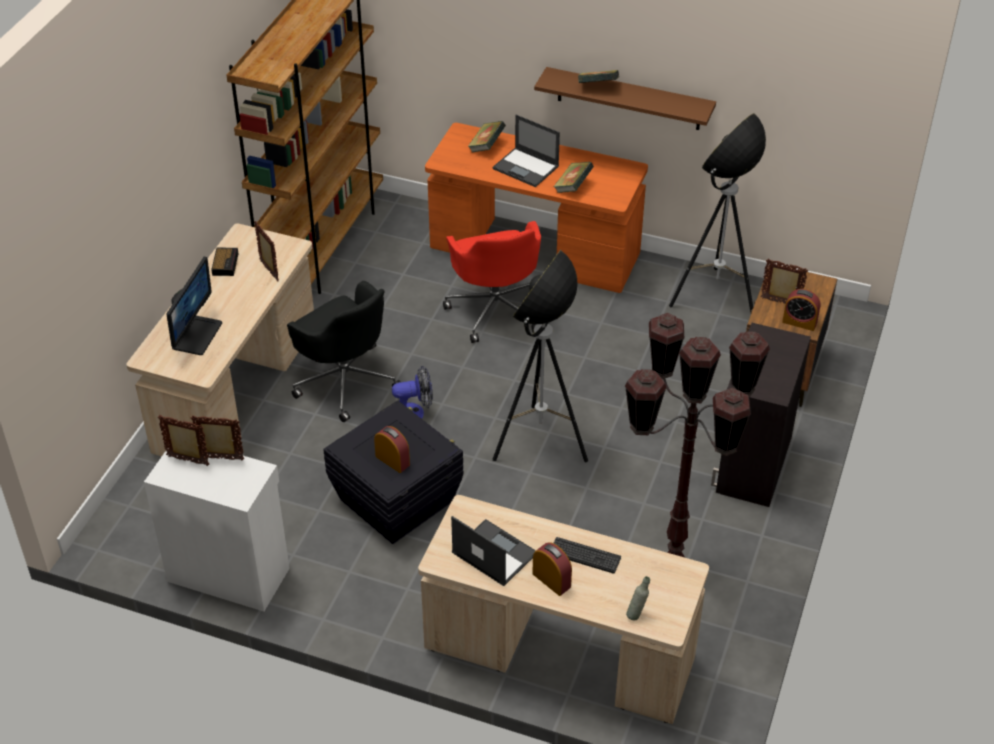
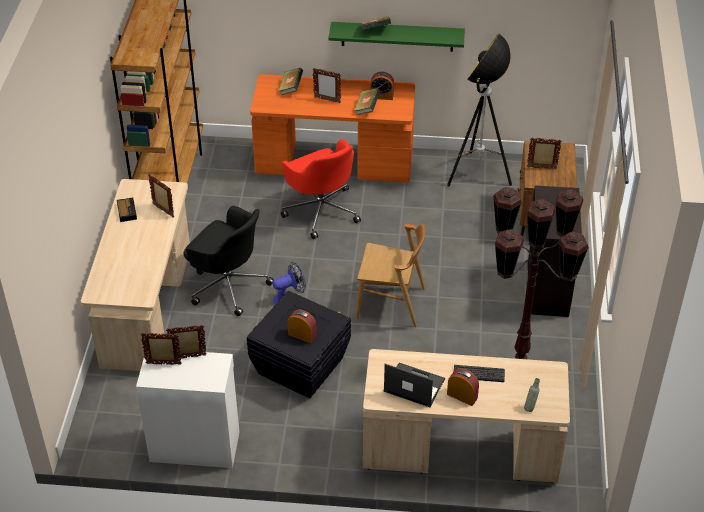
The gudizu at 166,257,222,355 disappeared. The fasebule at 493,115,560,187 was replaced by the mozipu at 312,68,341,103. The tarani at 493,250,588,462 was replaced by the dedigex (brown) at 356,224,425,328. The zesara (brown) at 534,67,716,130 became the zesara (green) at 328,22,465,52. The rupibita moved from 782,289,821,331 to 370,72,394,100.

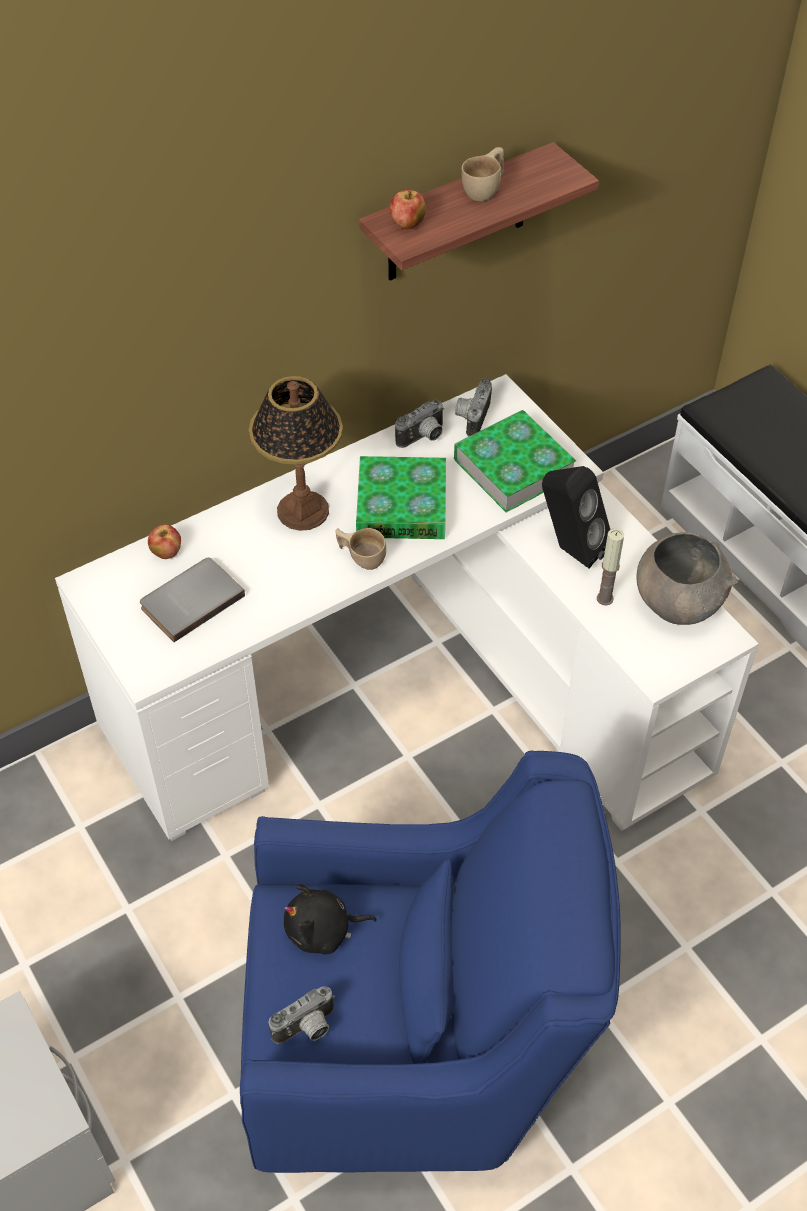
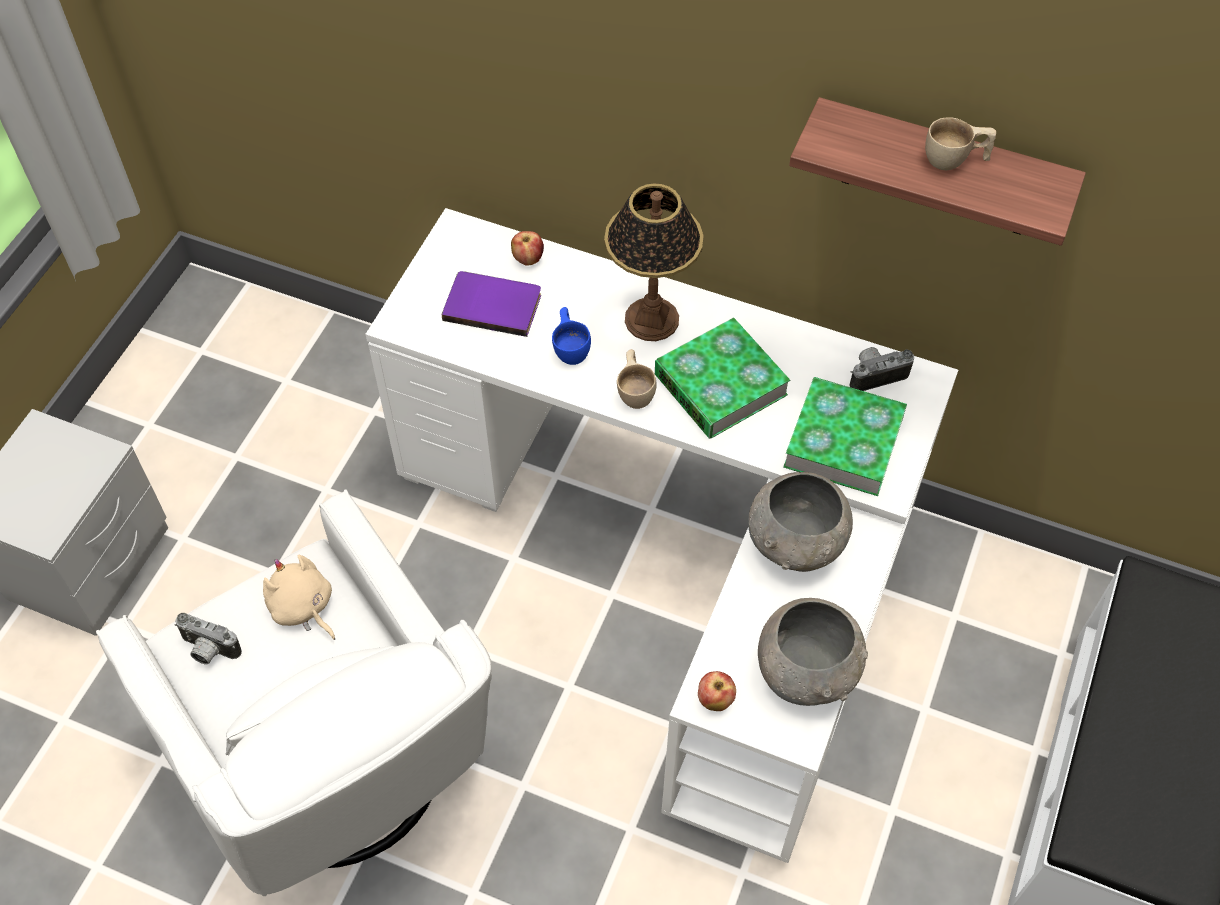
The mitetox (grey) at 140,557,245,642 became the mitetox (purple) at 442,271,541,337. The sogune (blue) at 240,750,621,1173 became the sogune (white) at 96,489,492,896. The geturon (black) at 284,885,377,955 became the geturon (beige) at 263,555,335,640. The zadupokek moved from 390,190,426,229 to 698,671,736,711. The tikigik at 395,400,445,448 disappeared. The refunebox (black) at 542,466,610,569 was replaced by the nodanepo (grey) at 748,472,853,572. The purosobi at 597,529,624,606 disappeared. The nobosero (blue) at 552,307,591,365 appeared.

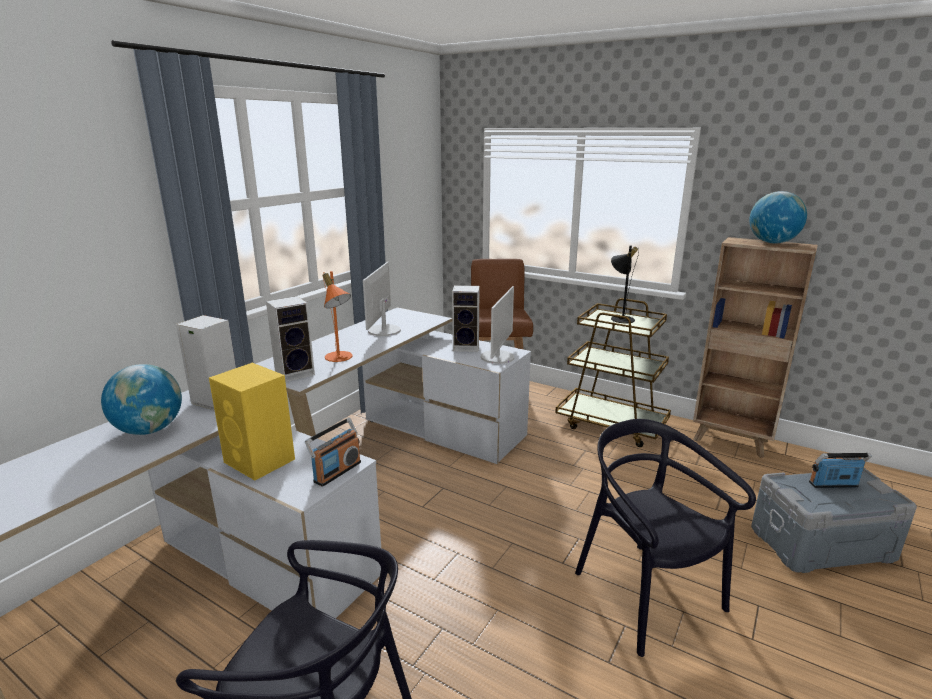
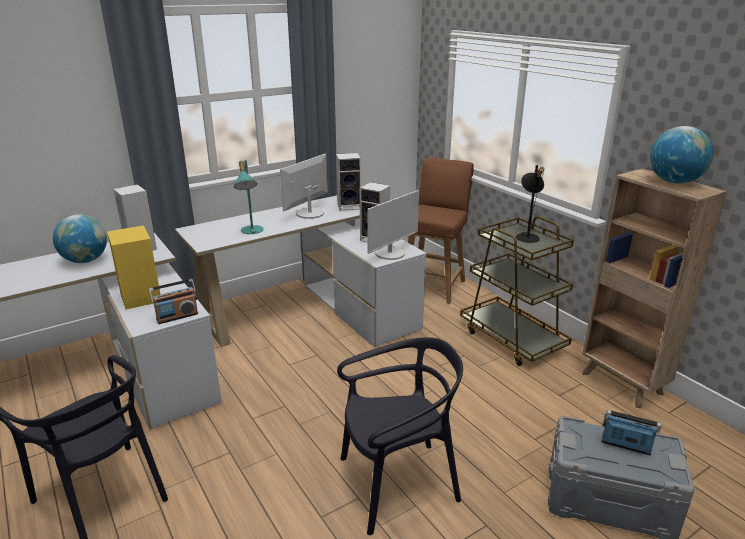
The refunebox moved from 266,296,315,382 to 336,153,361,211. The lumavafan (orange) at 322,271,353,362 became the lumavafan (turquoise) at 234,160,264,234. The dedigex (black) at 575,419,756,657 turned 75 degrees clockwise.

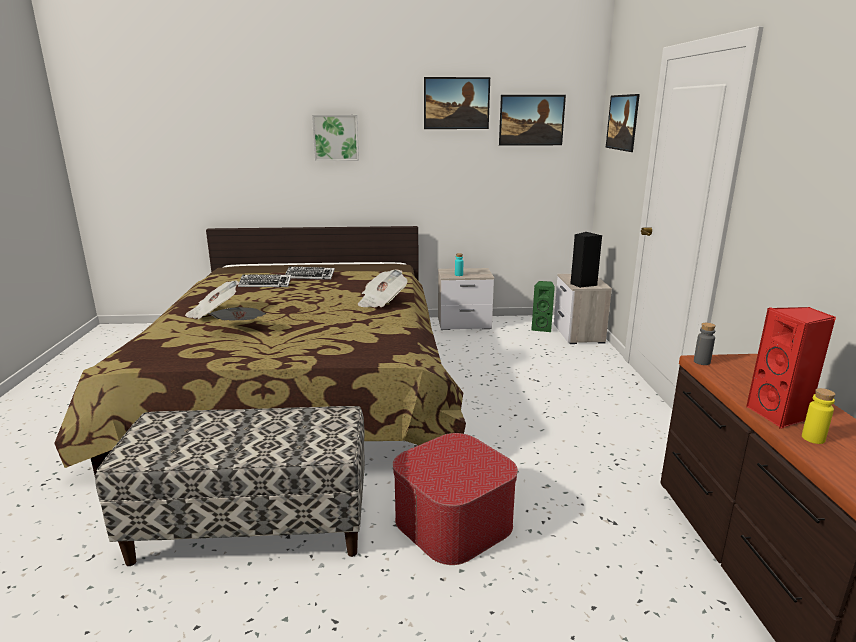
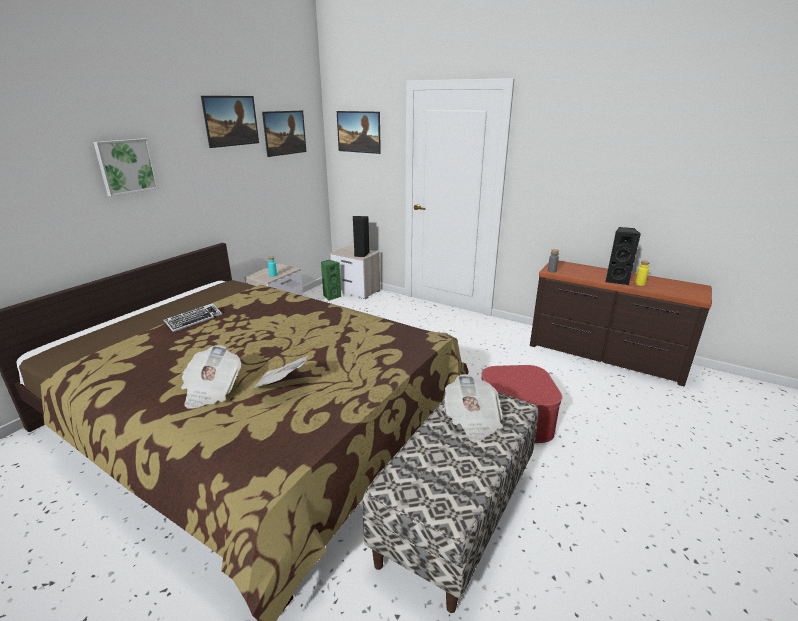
The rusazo at 238,274,291,287 disappeared. The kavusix moved from 358,269,407,307 to 444,374,503,443. The refunebox (red) at 746,307,836,429 became the refunebox (black) at 605,227,641,285.

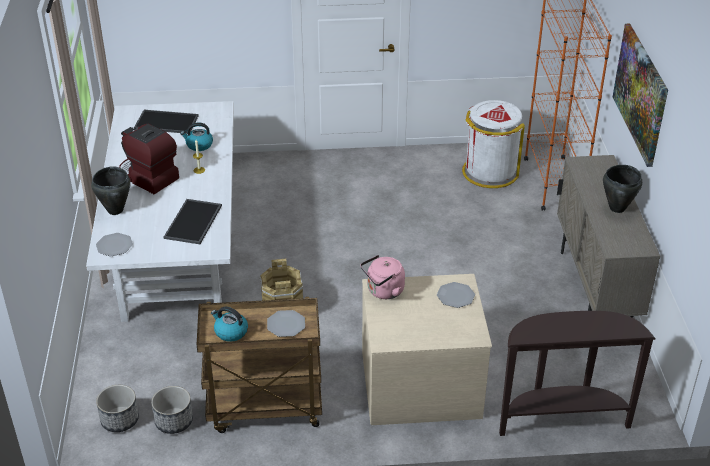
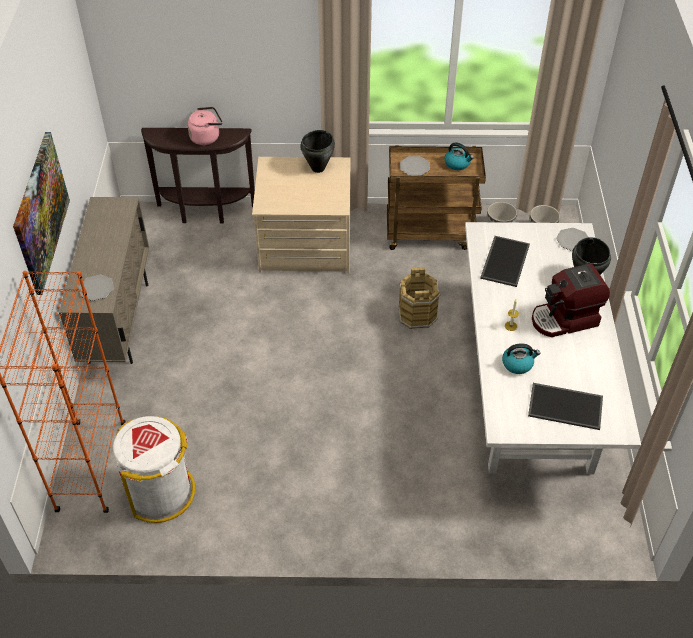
The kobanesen at 119,124,179,194 turned 120 degrees clockwise. The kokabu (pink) moved from 360,255,405,299 to 187,107,223,145. The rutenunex moved from 437,282,475,308 to 79,275,114,301. The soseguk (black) moved from 603,165,642,213 to 300,130,335,173.

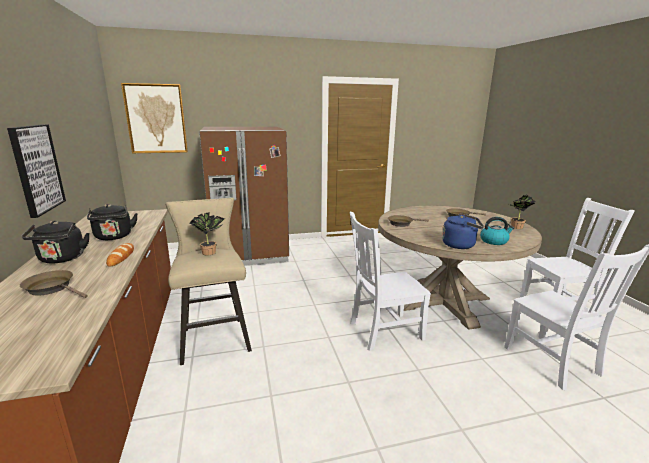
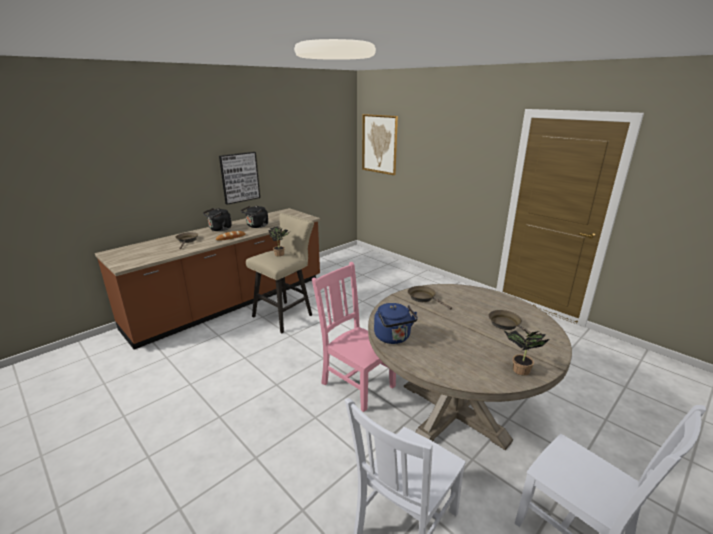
The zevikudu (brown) at 199,127,289,266 disappeared. The dedigex (white) at 350,212,431,351 became the dedigex (pink) at 312,262,396,412. The kokabu at 480,217,514,245 disappeared.

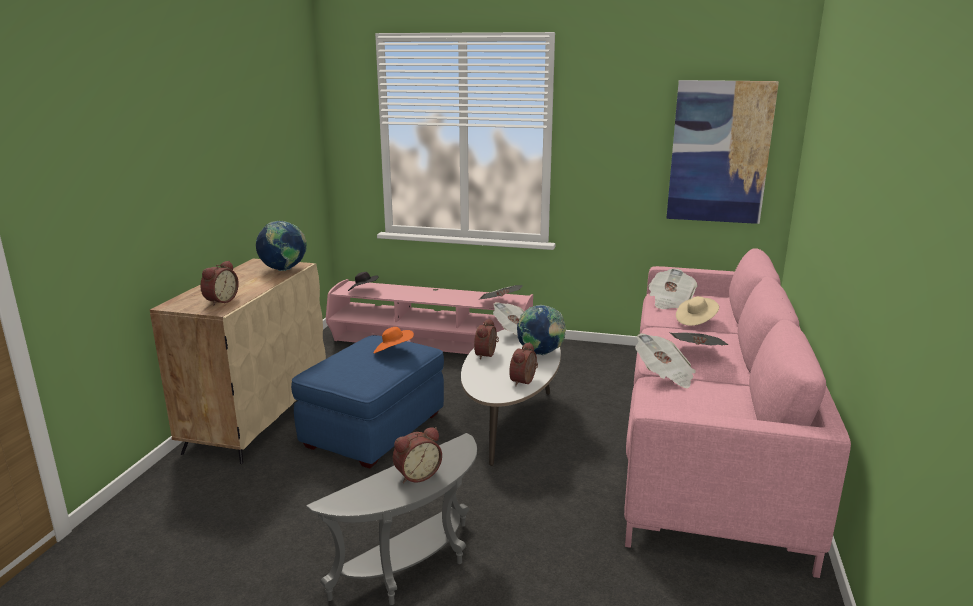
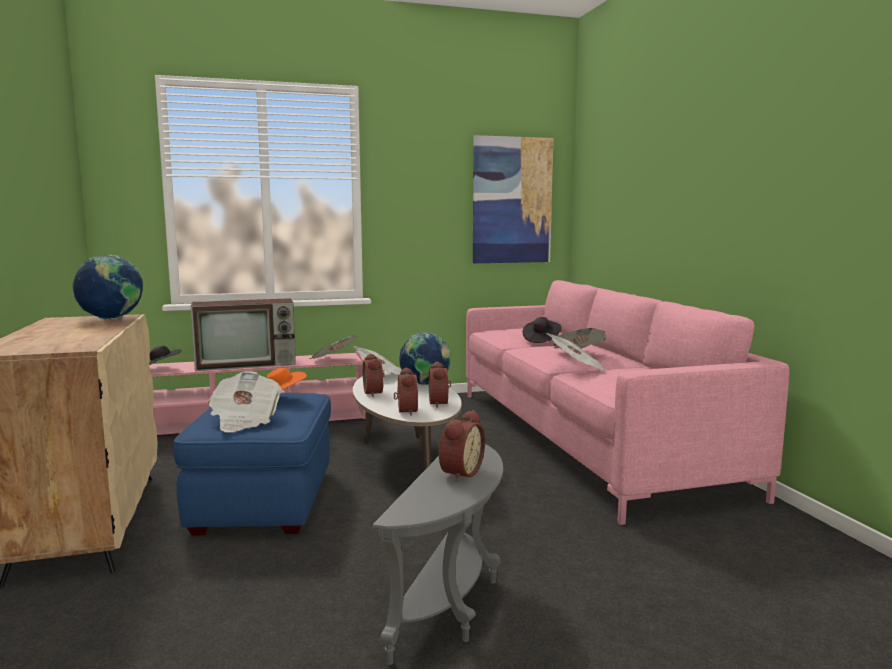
The rupibita moved from 200,261,239,306 to 394,367,418,416. The kavusix moved from 648,268,698,309 to 208,371,282,432. The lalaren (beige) at 676,296,719,326 became the lalaren (black) at 523,317,562,343. The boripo at 191,298,296,371 appeared.

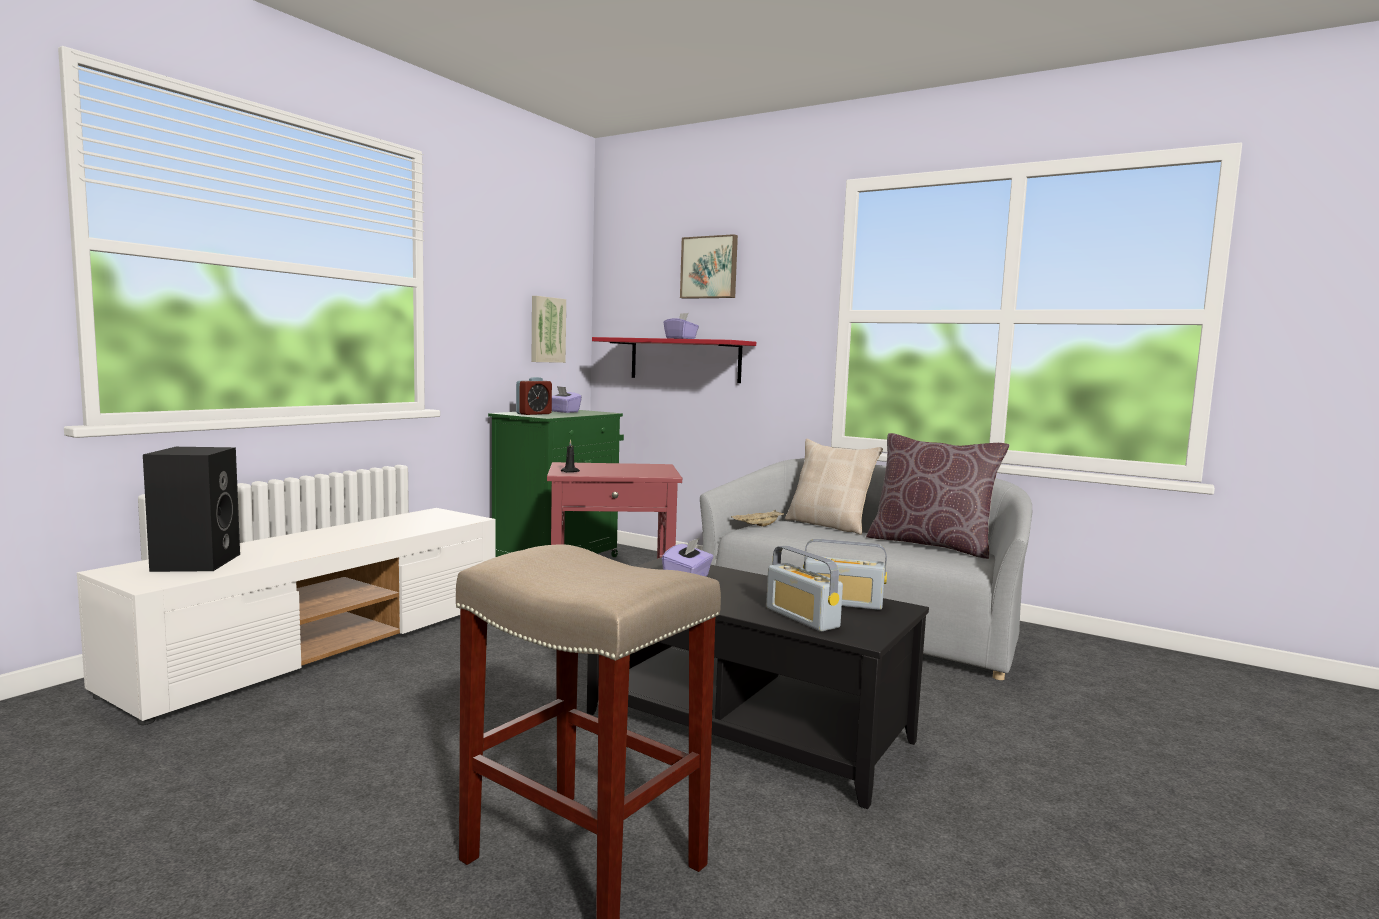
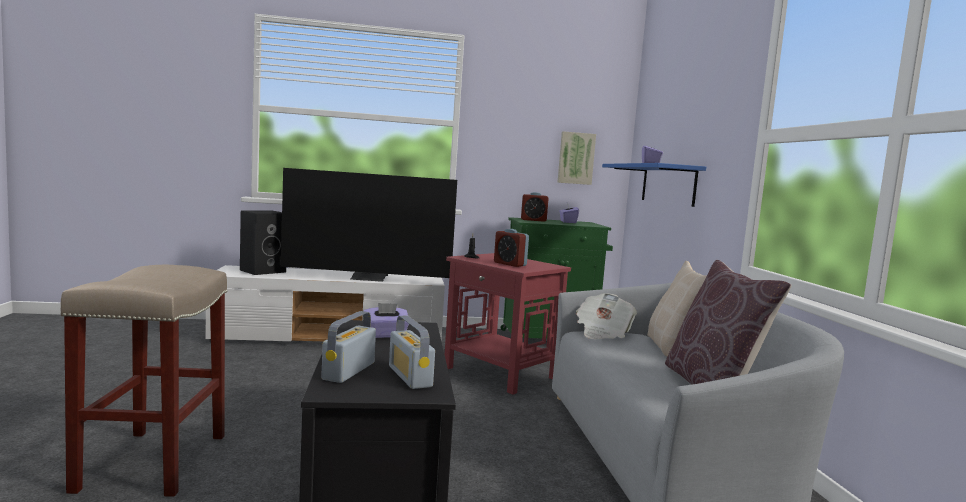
The zesara (red) at 592,337,756,383 became the zesara (blue) at 602,163,706,207. The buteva at 680,234,738,299 disappeared. The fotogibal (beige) at 731,510,784,527 was replaced by the kavusix at 576,294,637,339. The boripo at 281,168,457,282 appeared. The rupibita at 494,229,529,267 appeared.

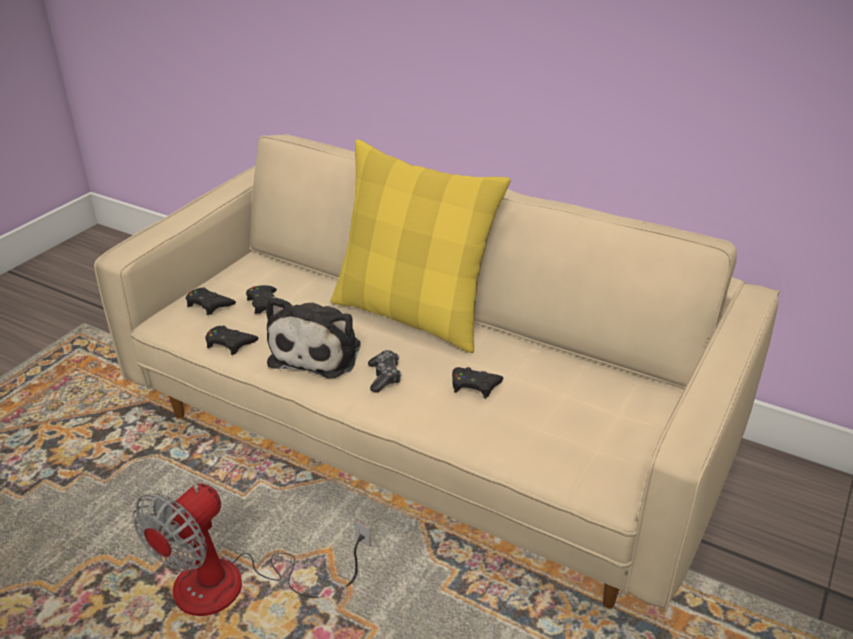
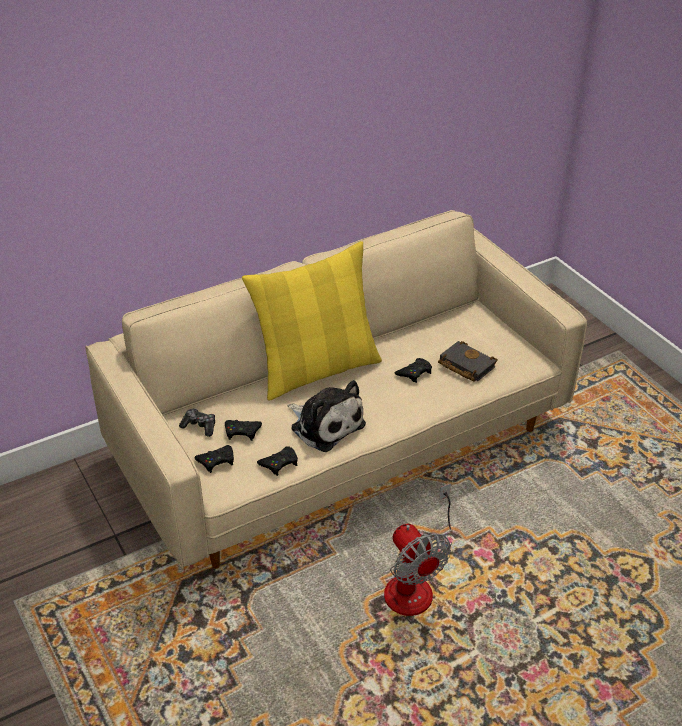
The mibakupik moved from 368,350,401,392 to 179,408,215,437. The mitetox (black) at 438,341,497,382 appeared.

